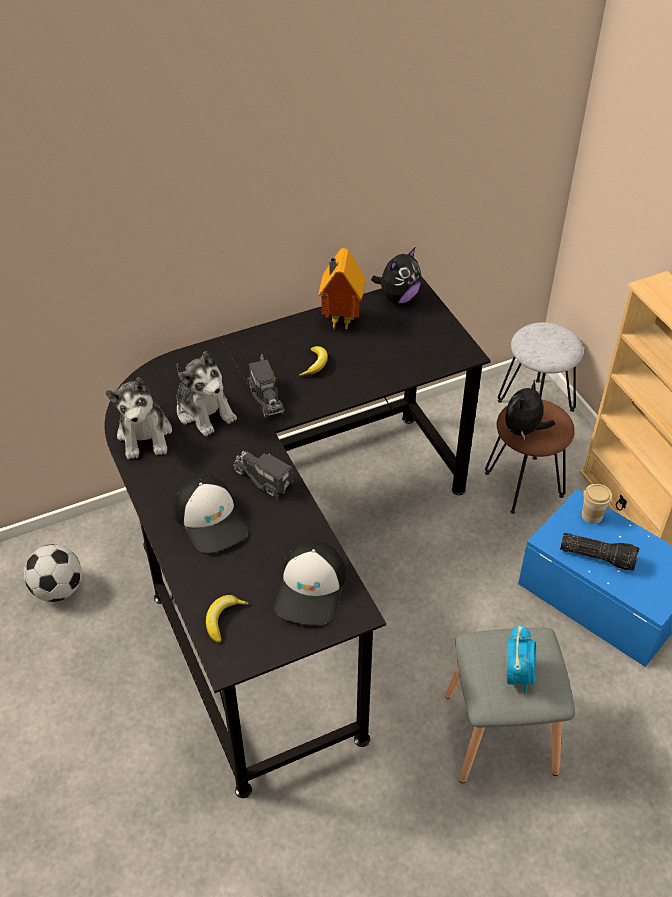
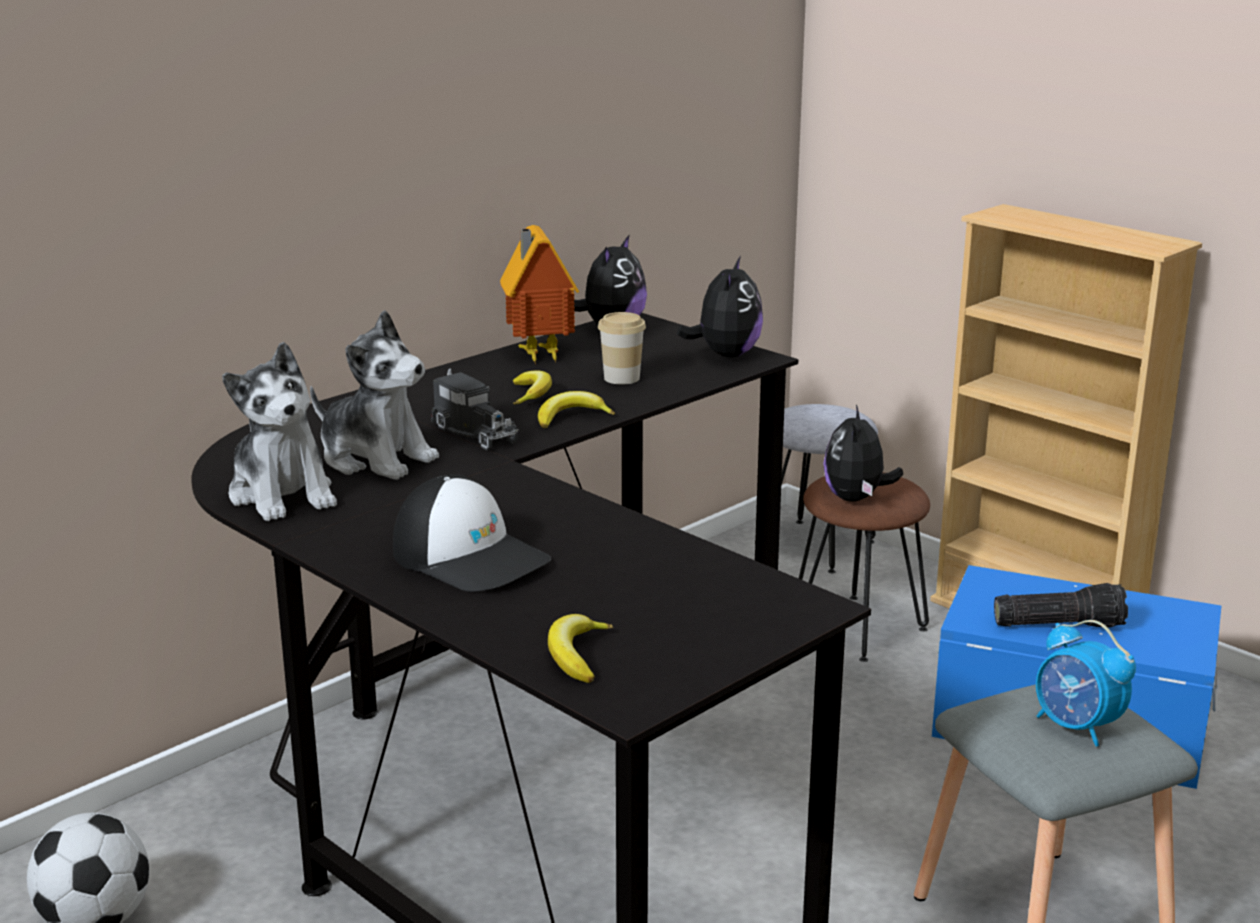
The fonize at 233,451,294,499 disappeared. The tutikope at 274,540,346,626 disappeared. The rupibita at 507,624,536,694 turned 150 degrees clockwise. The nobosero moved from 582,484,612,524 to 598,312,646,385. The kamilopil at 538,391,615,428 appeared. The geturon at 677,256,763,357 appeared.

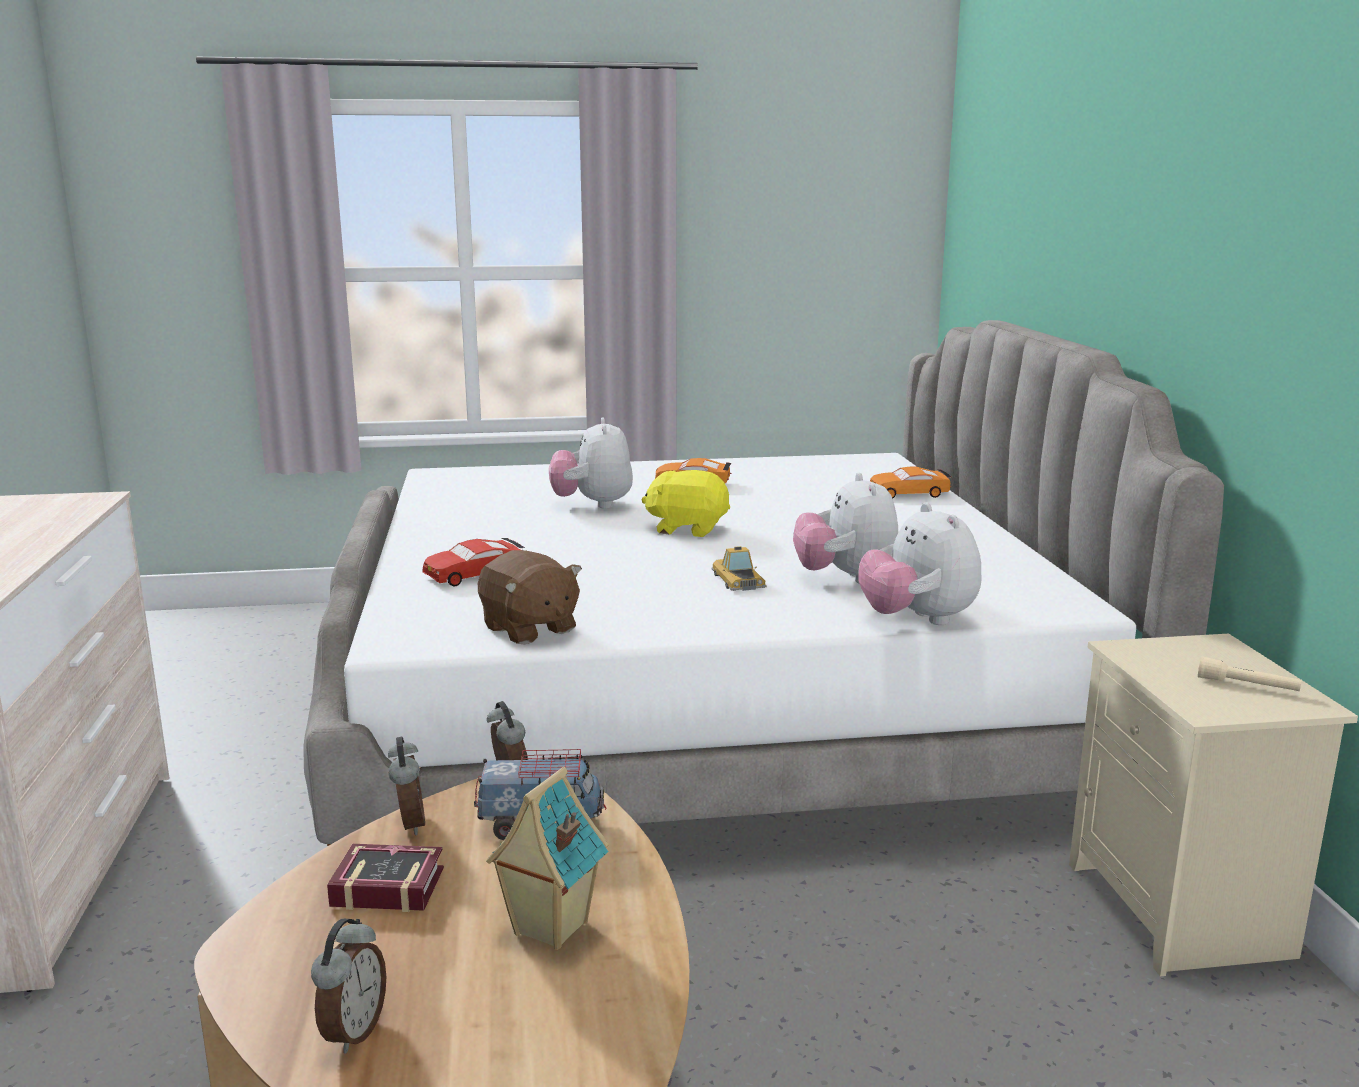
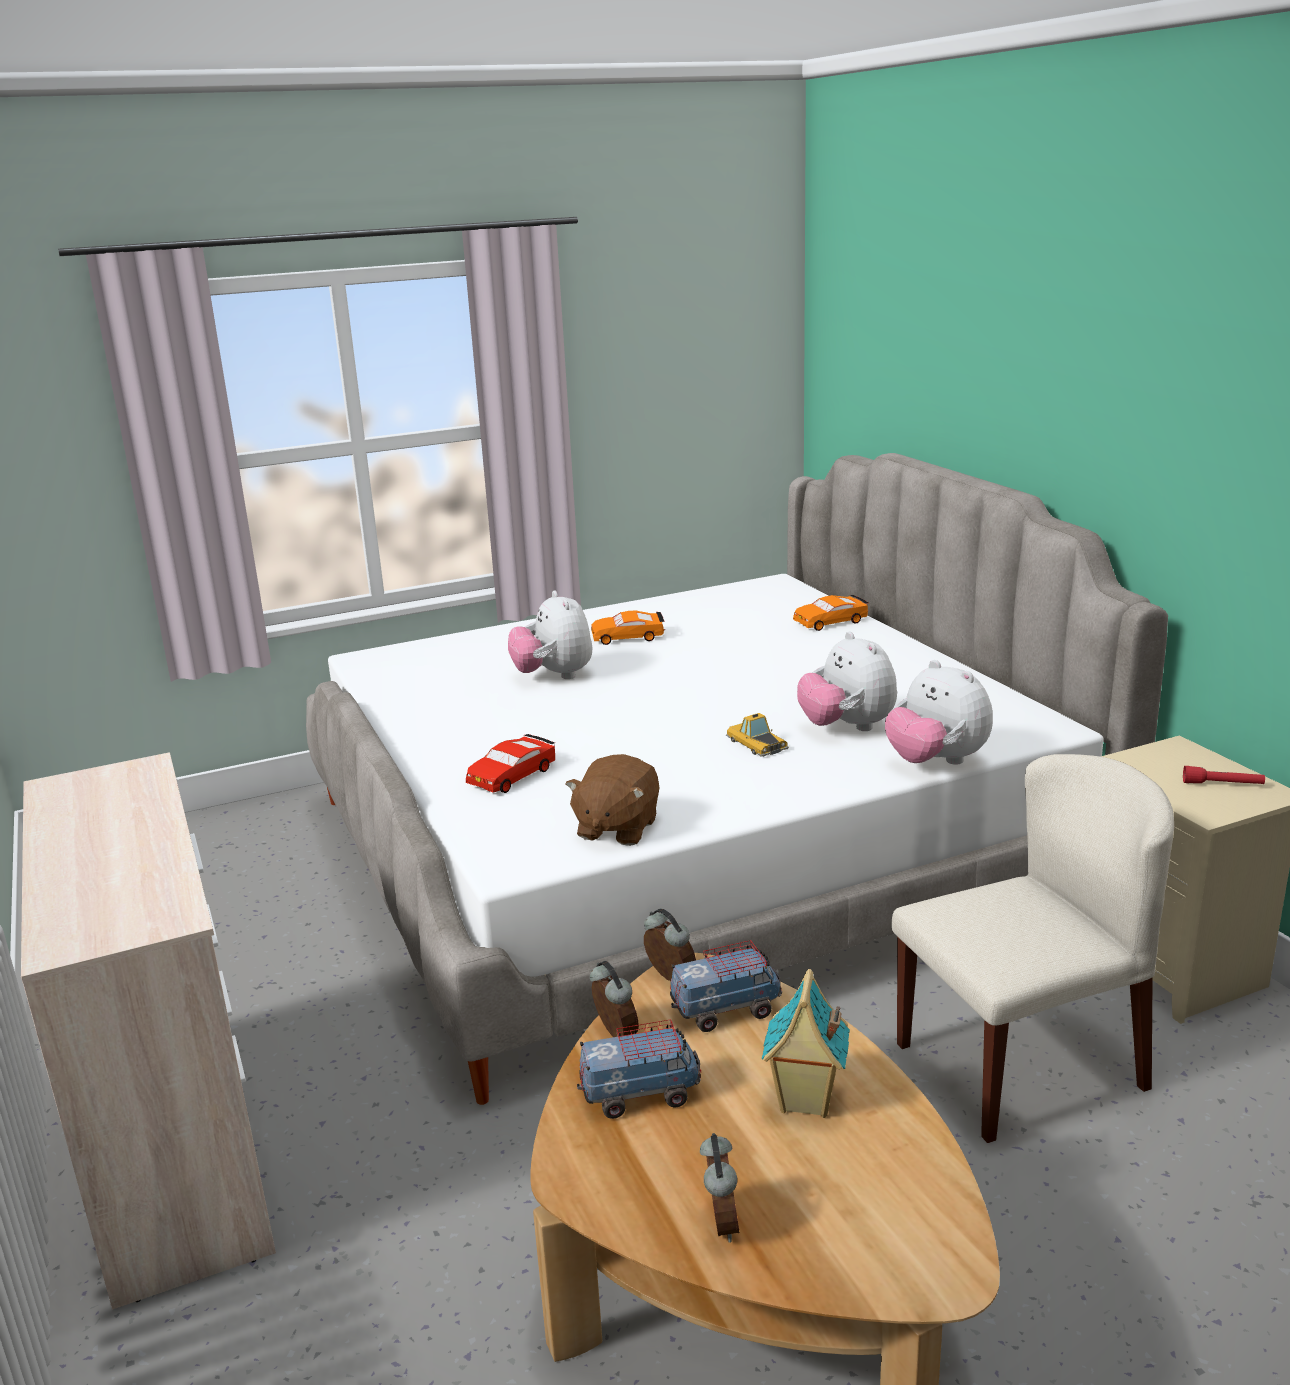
The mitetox at 327,844,444,912 was replaced by the fonize at 577,1019,701,1119. The geturon (brown) at 478,550,582,644 turned 75 degrees clockwise. The geturon (yellow) at 642,470,730,537 disappeared. The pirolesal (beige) at 1198,656,1302,691 became the pirolesal (red) at 1183,766,1265,784. The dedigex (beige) at 892,754,1174,1143 appeared.

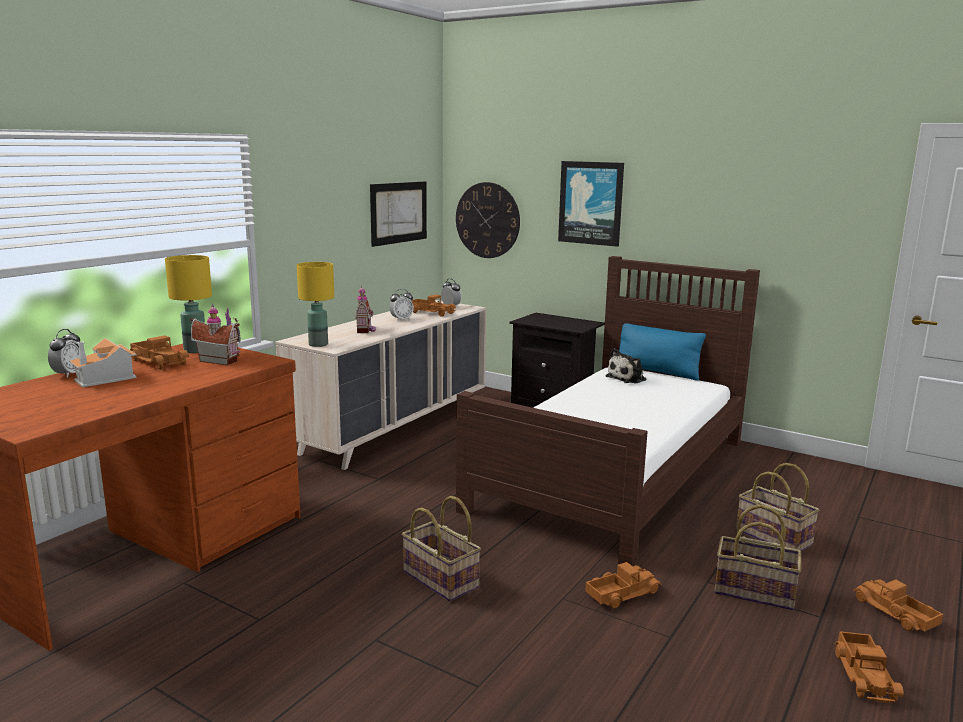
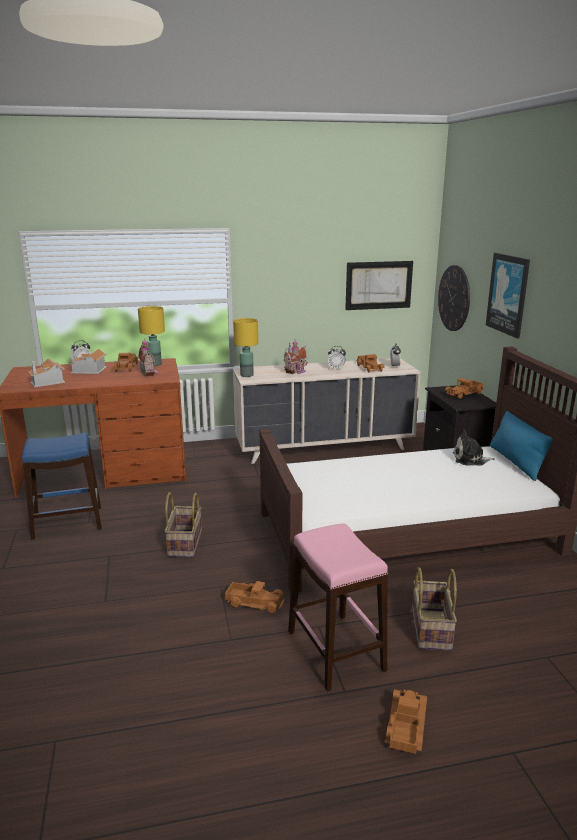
The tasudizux at 715,505,801,610 was replaced by the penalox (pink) at 288,524,388,691. The fonize moved from 834,631,904,702 to 445,378,484,399. The penalox (blue) at 22,433,102,540 appeared. The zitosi at 28,358,65,387 appeared.

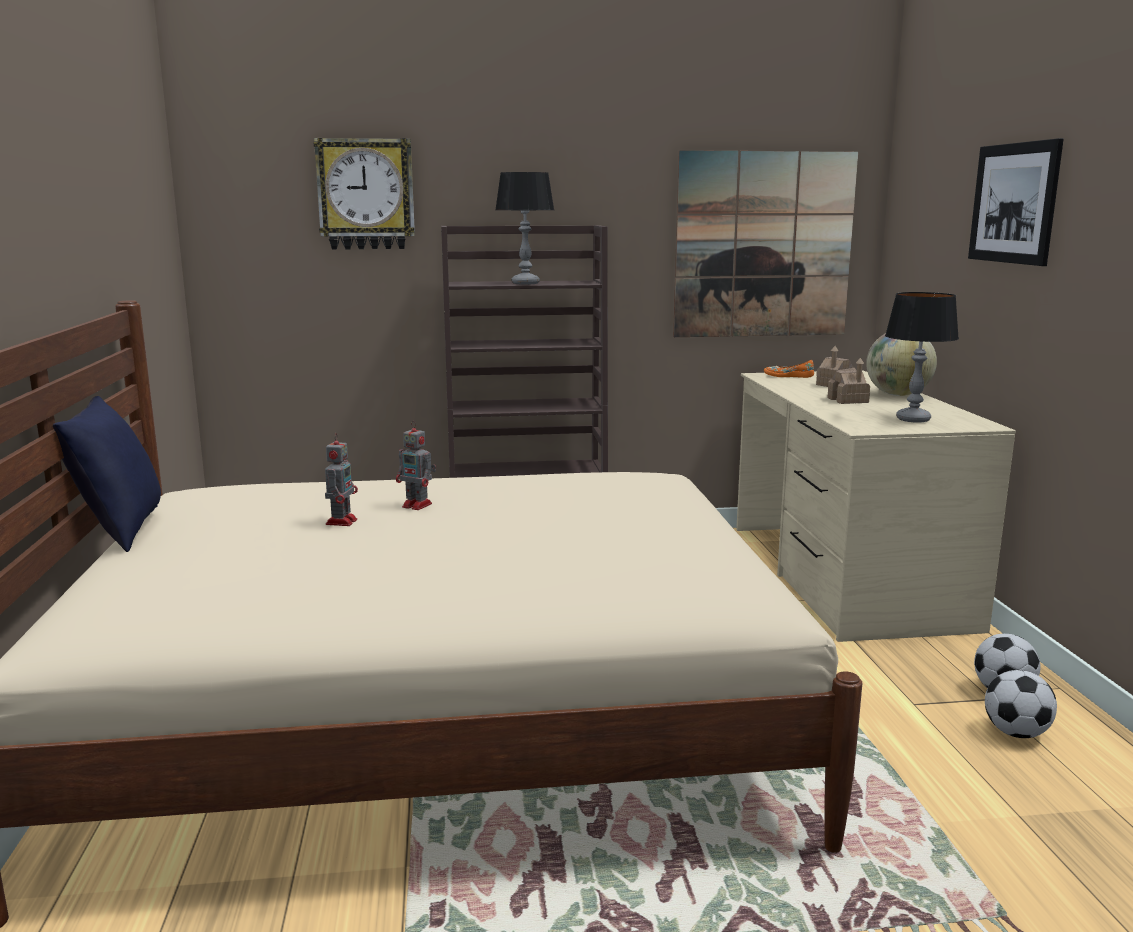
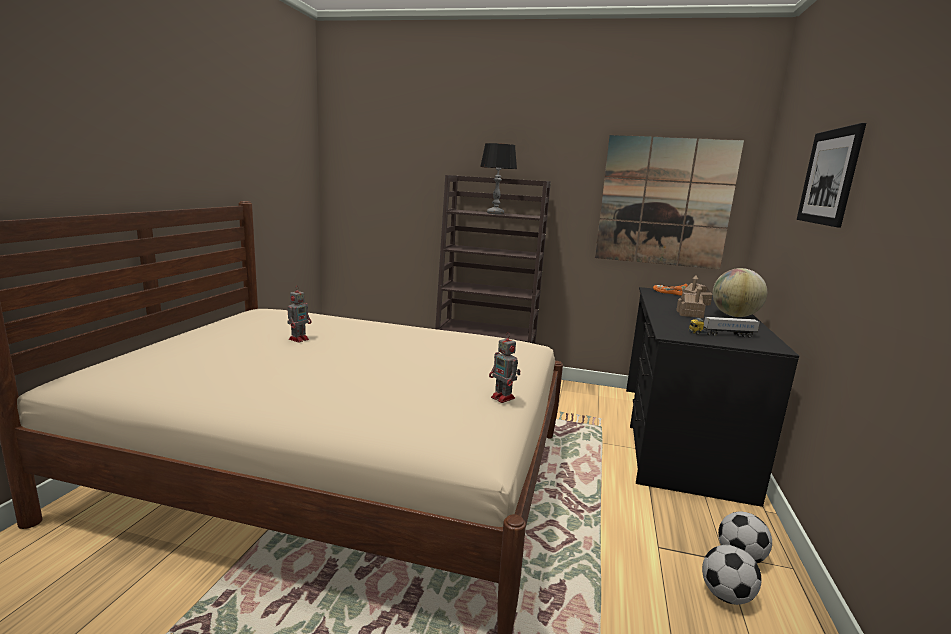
The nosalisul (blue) at 53,396,161,552 disappeared. The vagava at 314,138,415,250 disappeared. The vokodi moved from 396,421,436,510 to 489,332,521,403. The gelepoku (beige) at 736,371,1016,642 became the gelepoku (black) at 626,287,799,507. The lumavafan at 885,292,959,423 was replaced by the fonize at 689,316,760,337.

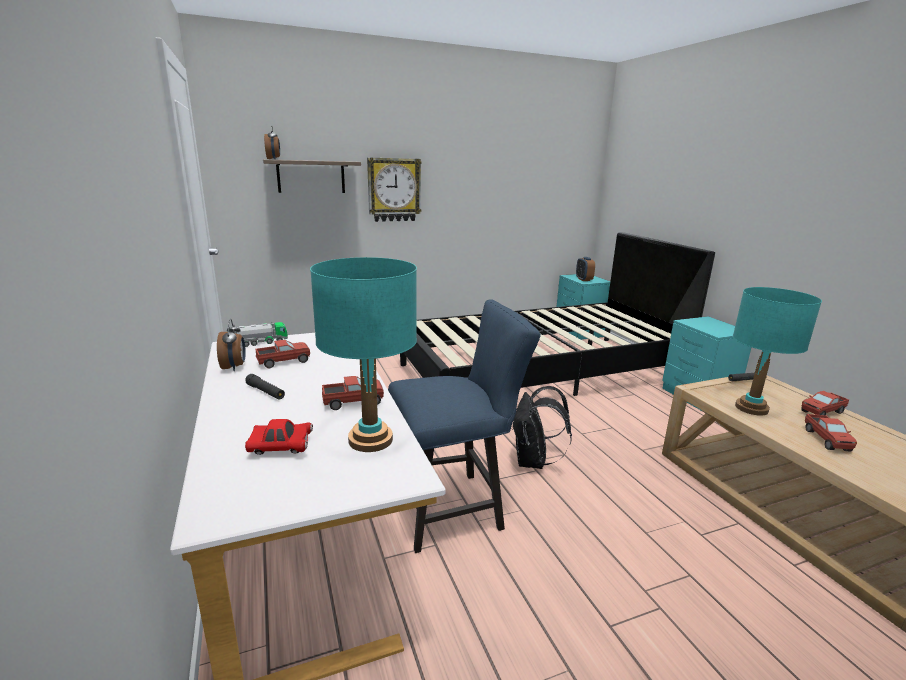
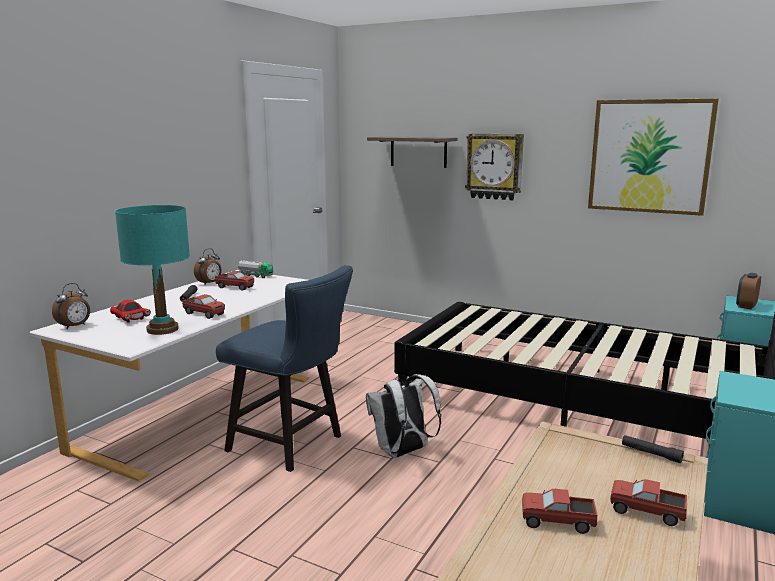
The rupibita moved from 264,125,280,159 to 52,283,90,329. The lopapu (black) at 513,386,572,469 became the lopapu (white) at 366,374,441,458. The lumavafan (turquoise) at 733,287,822,416 disappeared. The fonize at 805,414,857,451 turned 45 degrees clockwise. The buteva at 588,99,719,216 appeared.

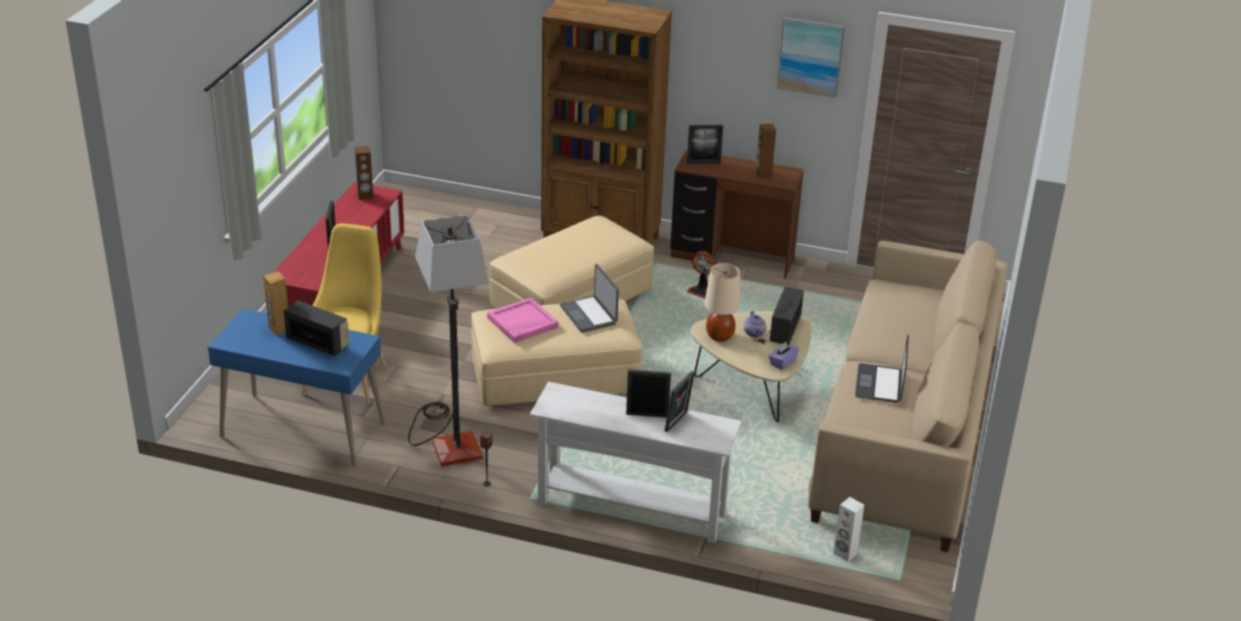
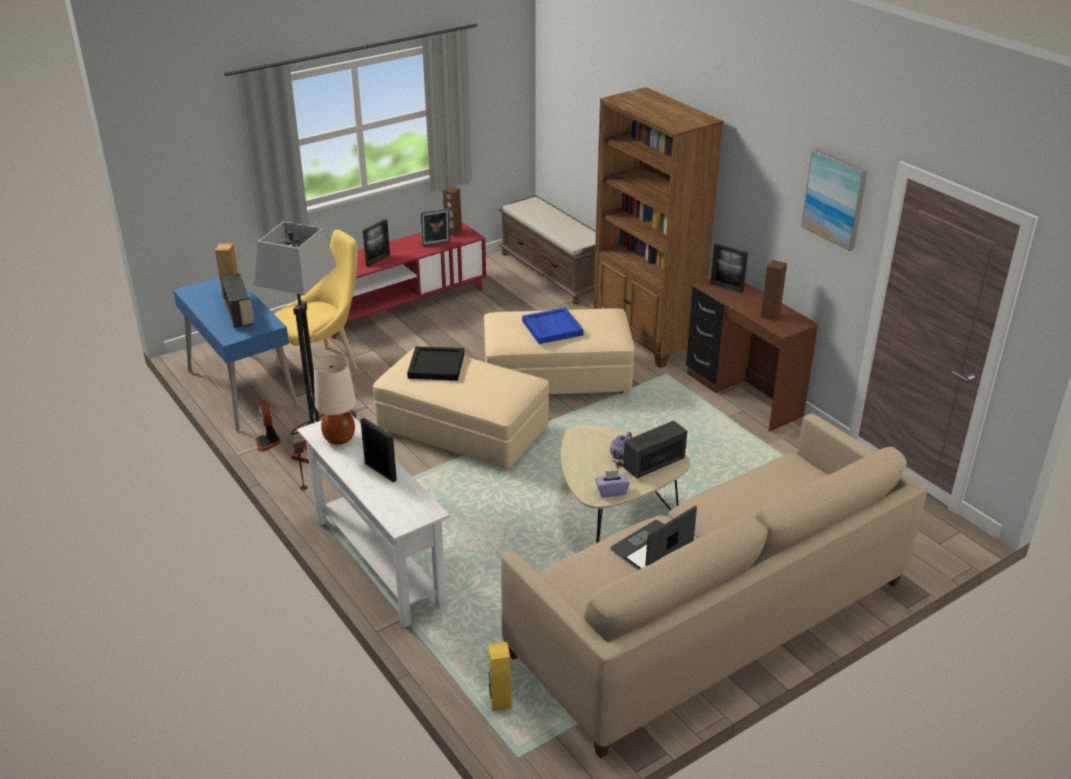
The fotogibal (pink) at 487,298,558,343 became the fotogibal (black) at 407,346,464,381. The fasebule at 560,264,619,333 disappeared. The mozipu moved from 665,371,695,433 to 421,208,450,247. The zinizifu moved from 687,251,715,299 to 256,400,281,452. The lumavafan (beige) moved from 705,263,741,342 to 314,355,356,445. The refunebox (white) at 833,497,864,562 became the refunebox (yellow) at 488,642,511,711. The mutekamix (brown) at 498,195,596,304 appeared. The fotogibal (blue) at 522,307,584,344 appeared.

